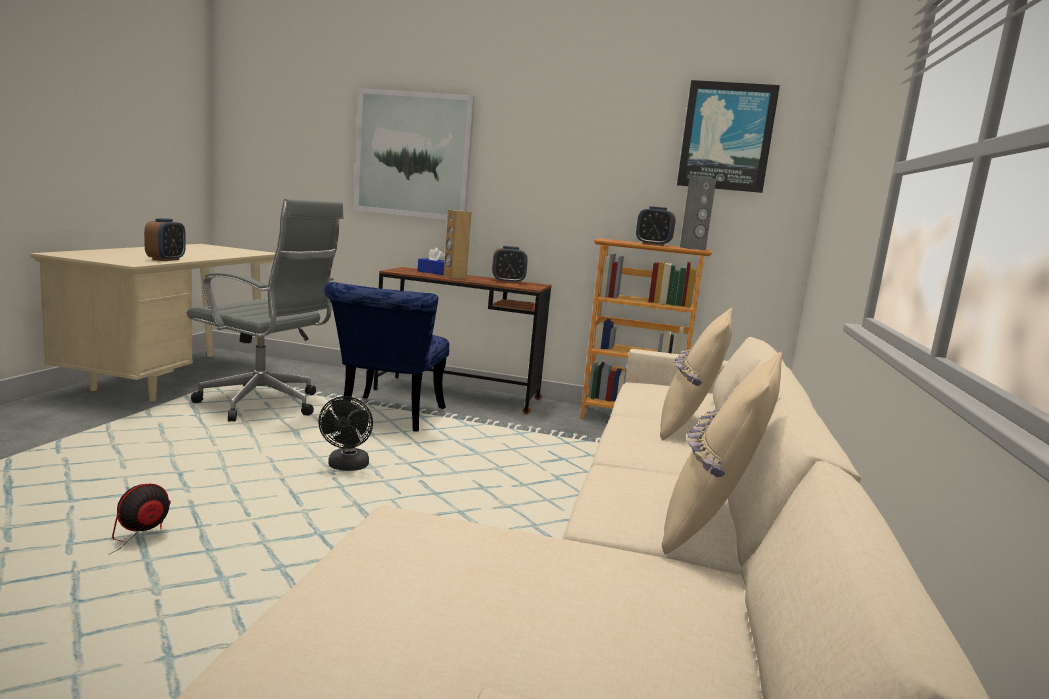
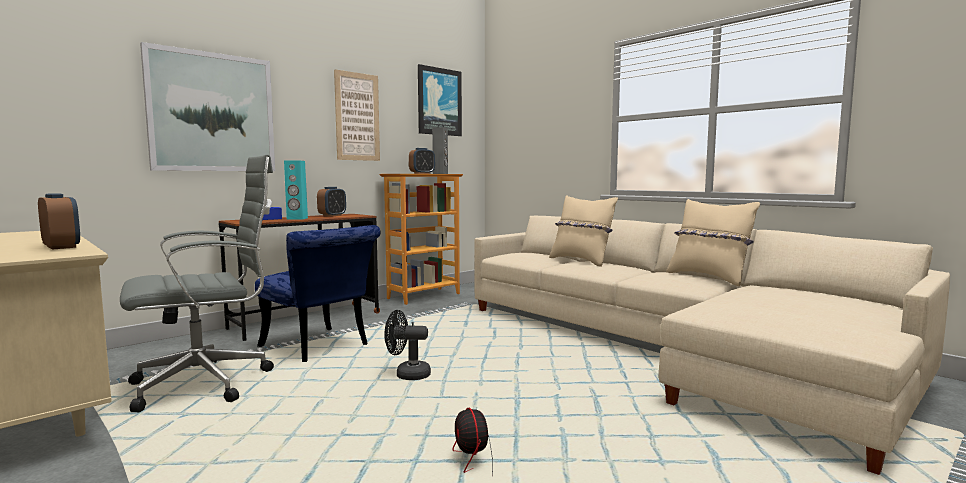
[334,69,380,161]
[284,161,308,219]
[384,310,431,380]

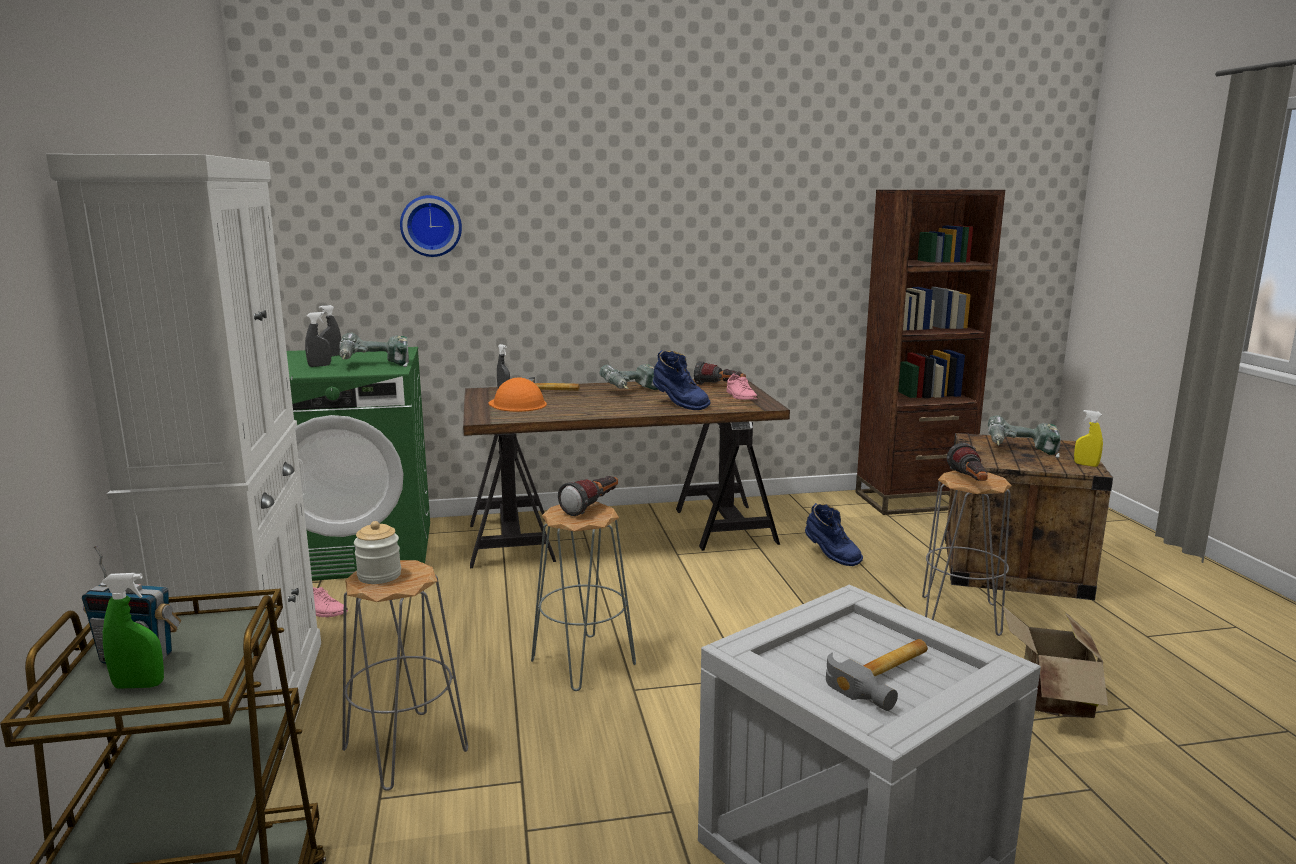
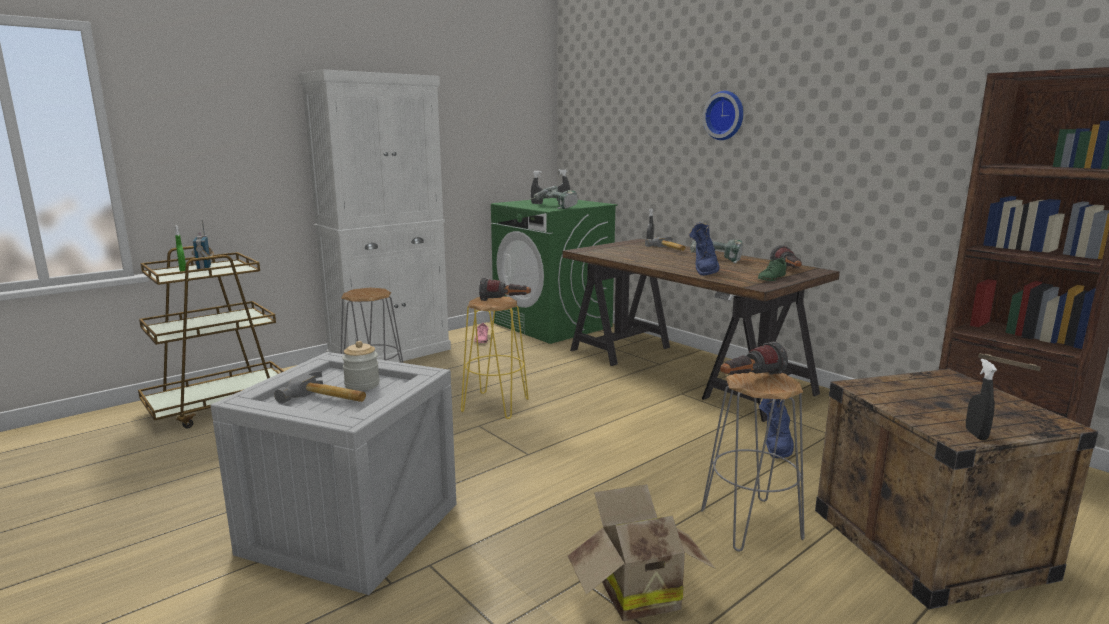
[488,378,547,412] (first image)
[988,415,1061,458] (first image)
[342,341,380,391]
[702,91,743,140]
[461,296,529,419]
[758,258,786,281]
[966,359,997,440]

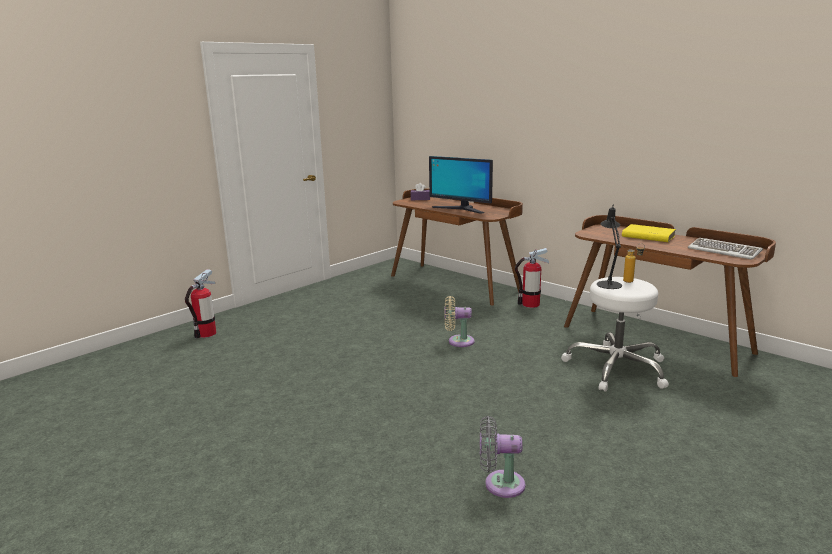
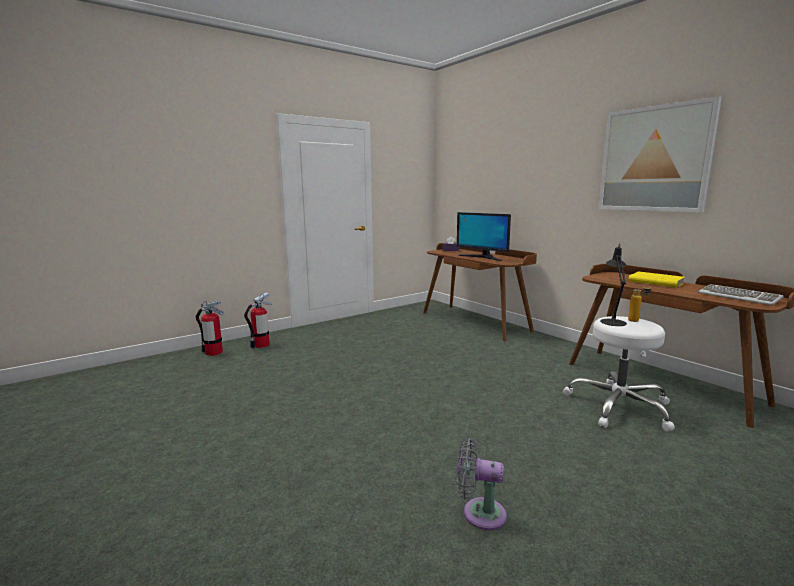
[444,296,475,347] (first image)
[598,96,722,212]
[196,300,224,356]

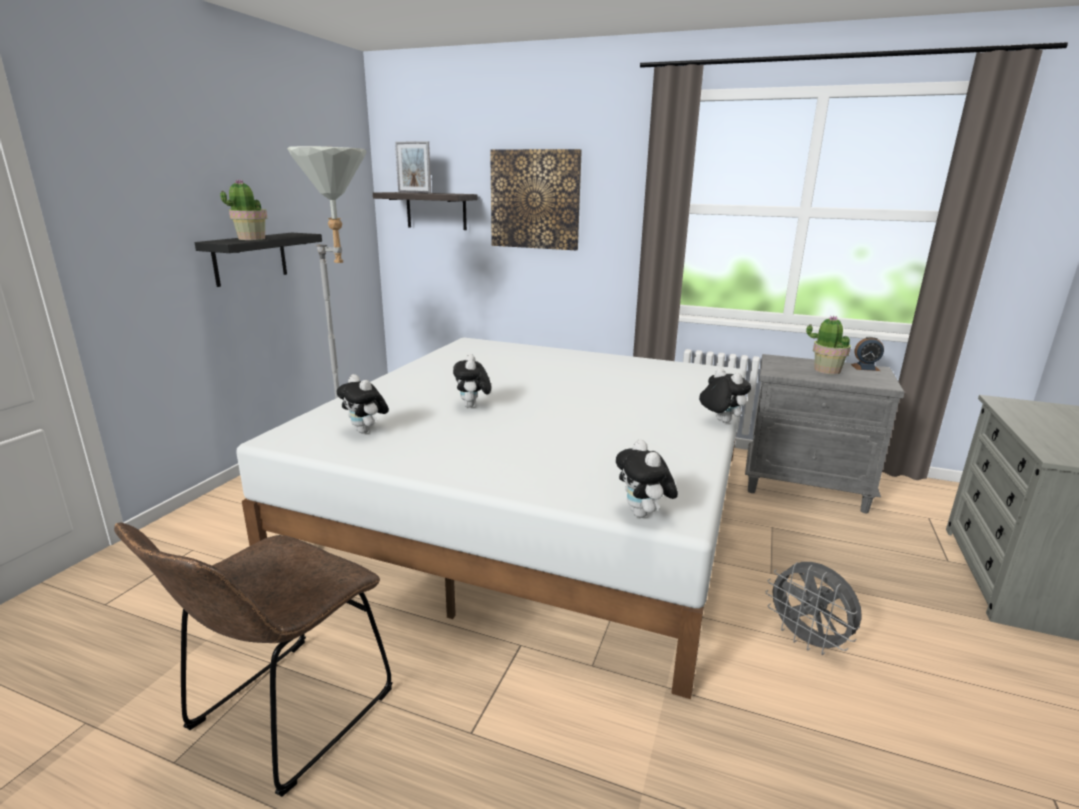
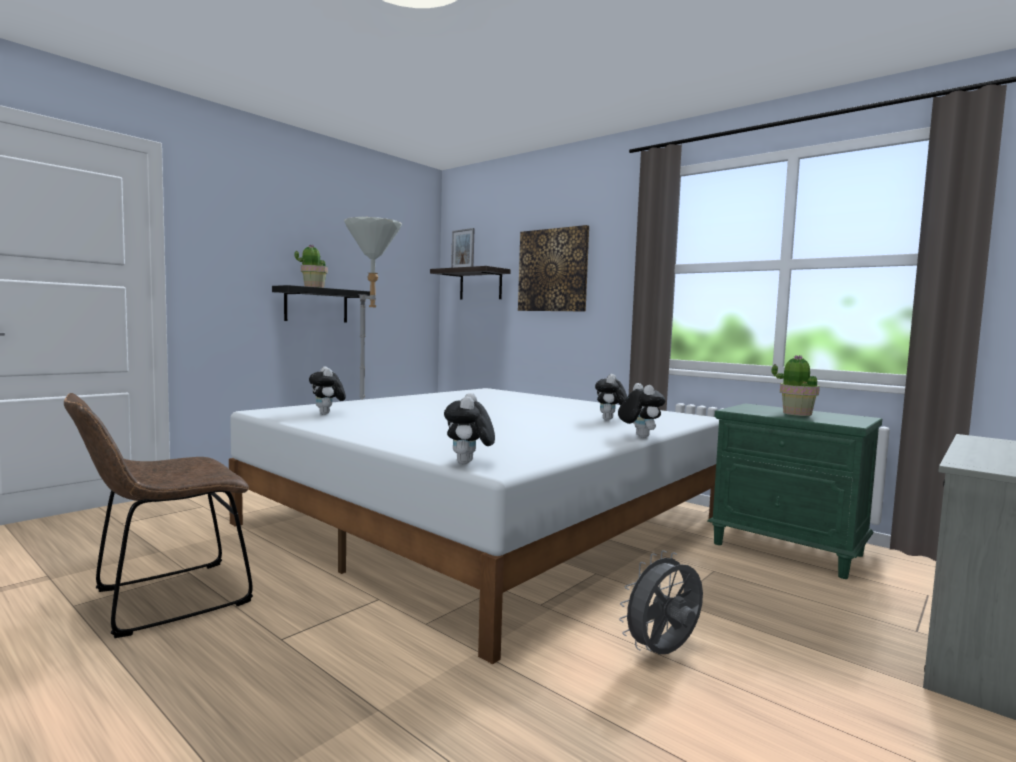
[851,336,884,371] (first image)
[595,374,627,420]
[707,403,882,579]
[619,550,703,654]

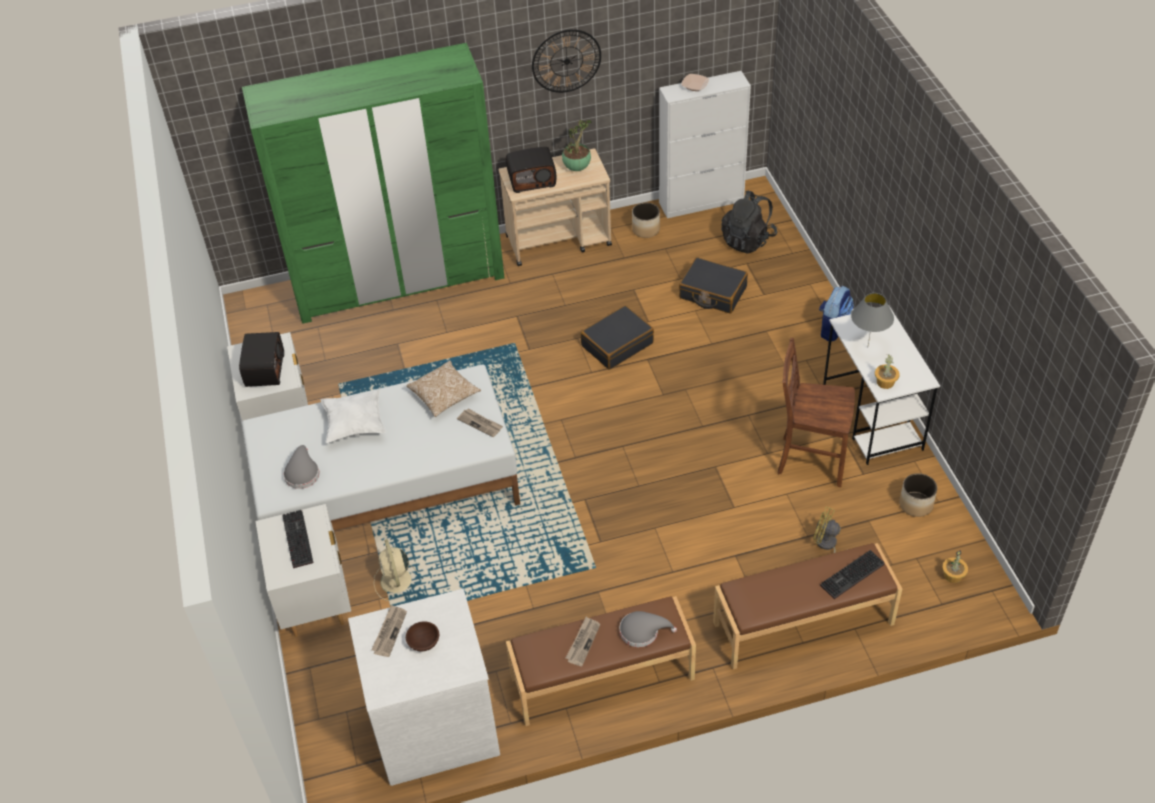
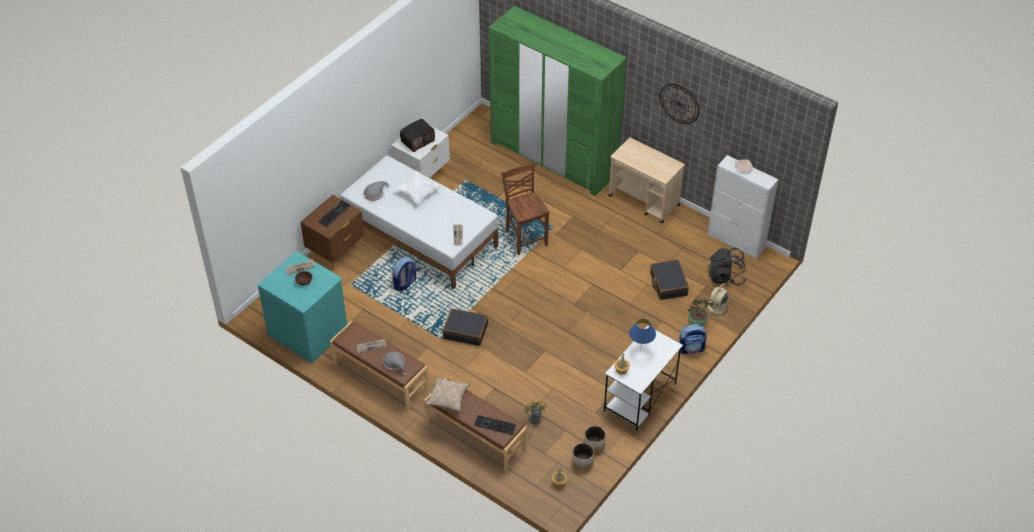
[506,147,556,193] (first image)
[392,256,416,291]
[703,283,730,319]
[426,377,470,412]
[688,299,714,326]
[443,309,488,346]
[572,443,594,471]
[501,162,550,255]
[300,195,364,270]
[257,251,347,363]
[629,319,656,345]

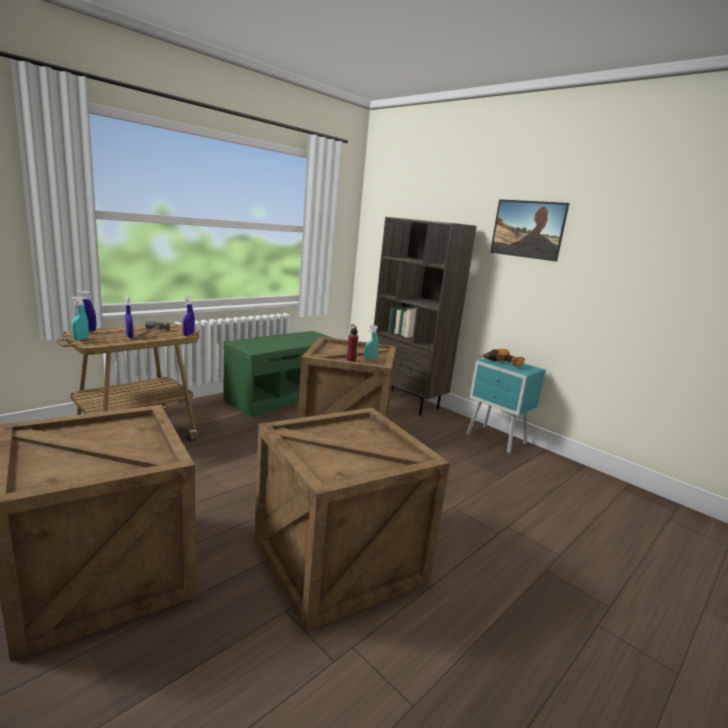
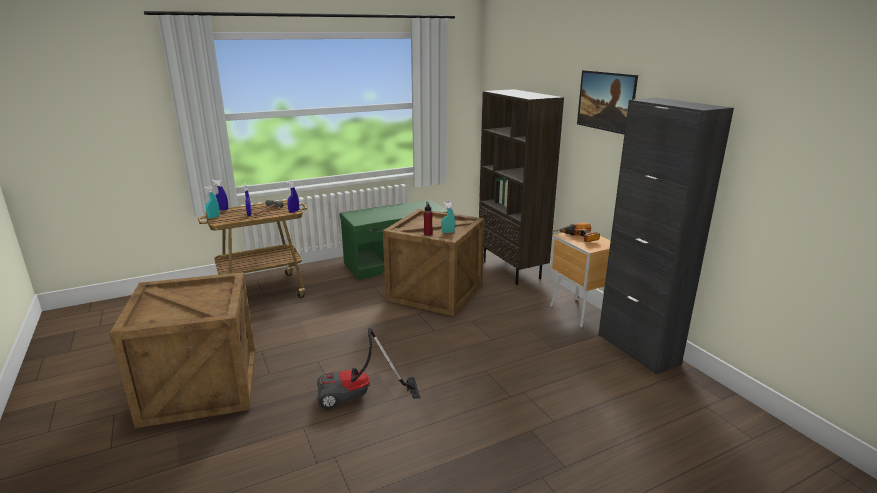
[598,98,734,374]
[317,328,420,409]
[550,233,611,327]

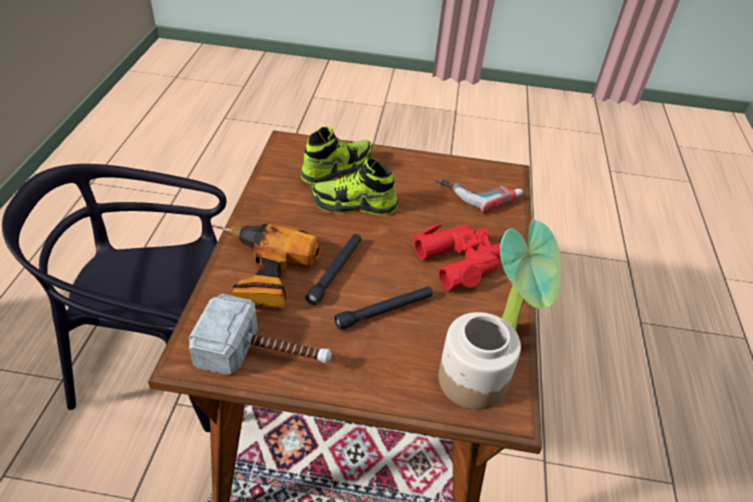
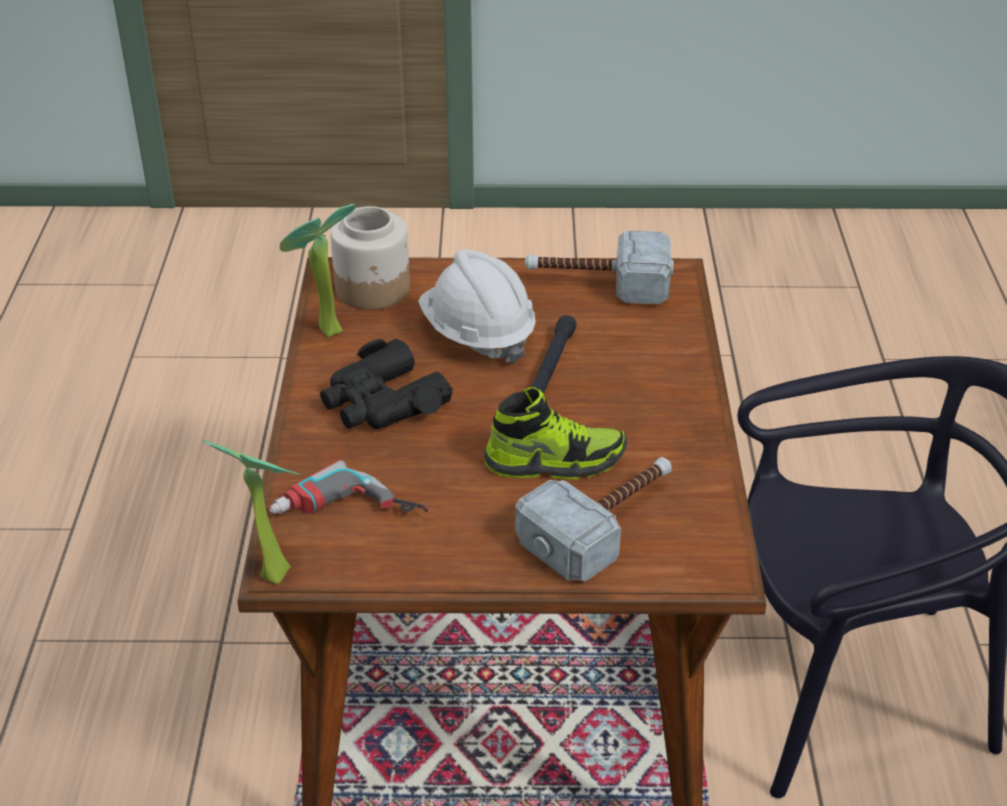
[212,224,321,308] (first image)
[203,440,301,584]
[515,457,672,581]
[418,250,536,364]
[320,339,453,429]

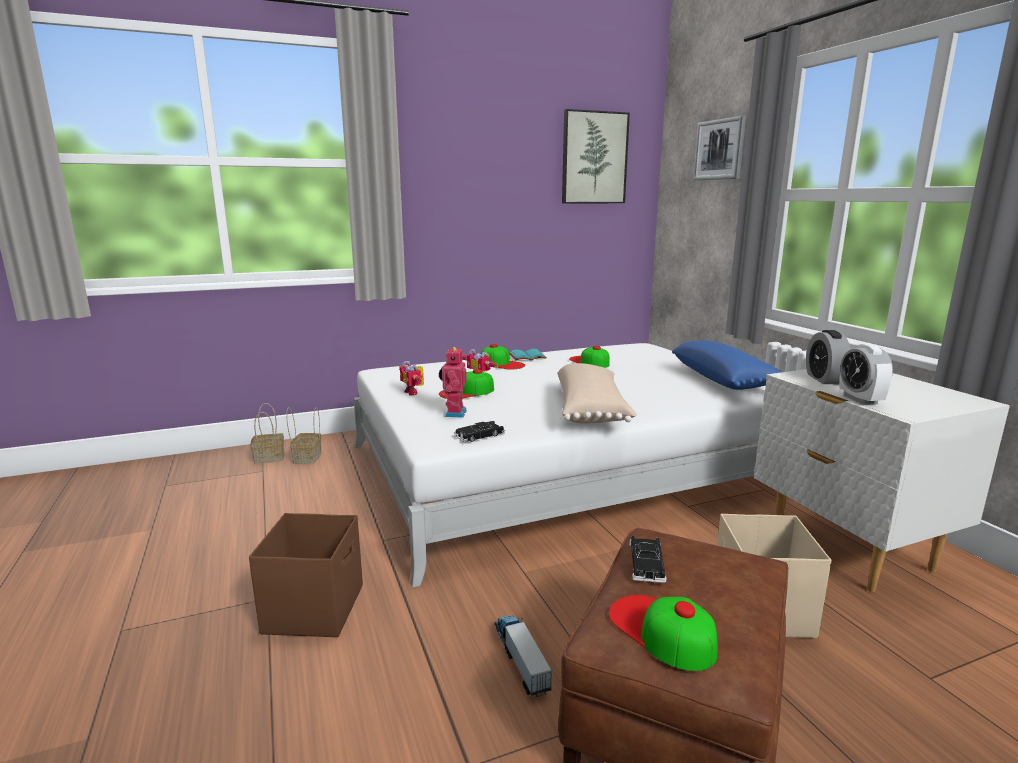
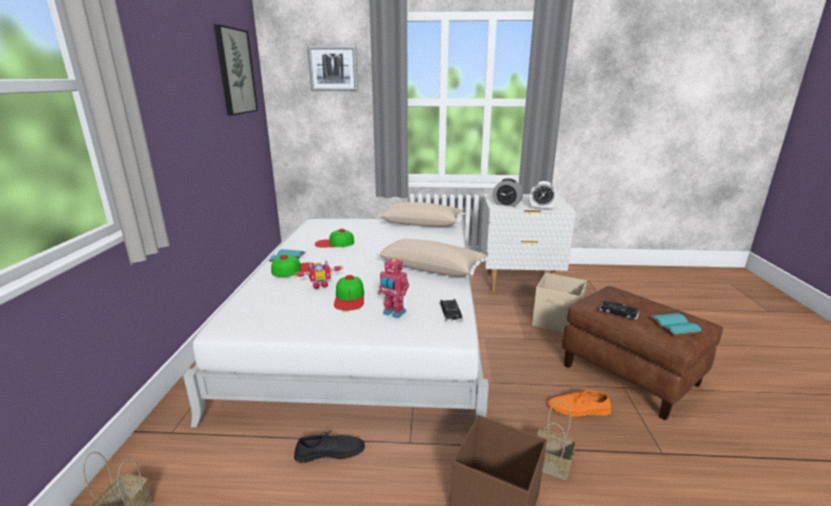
[399,361,424,395] (first image)
[294,430,365,463]
[536,400,575,480]
[547,389,612,417]
[649,313,704,337]
[378,202,465,227]

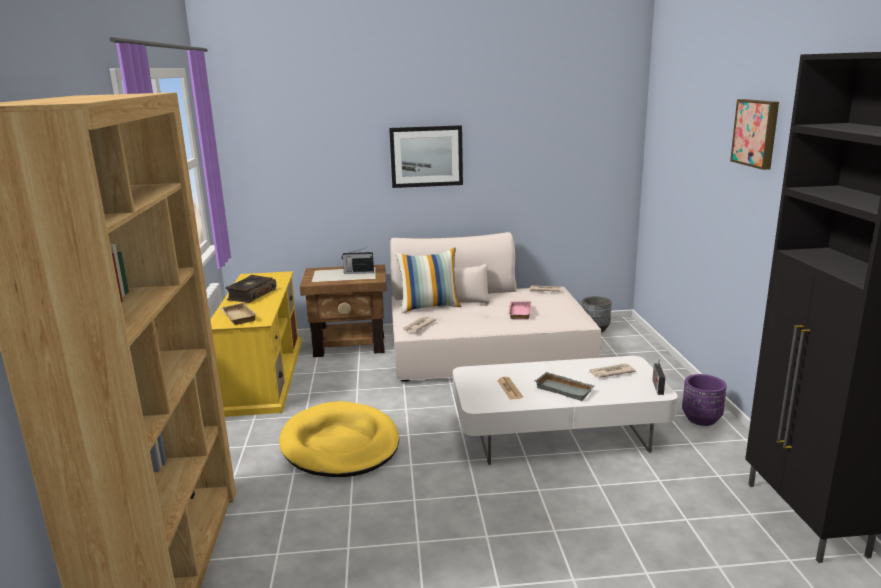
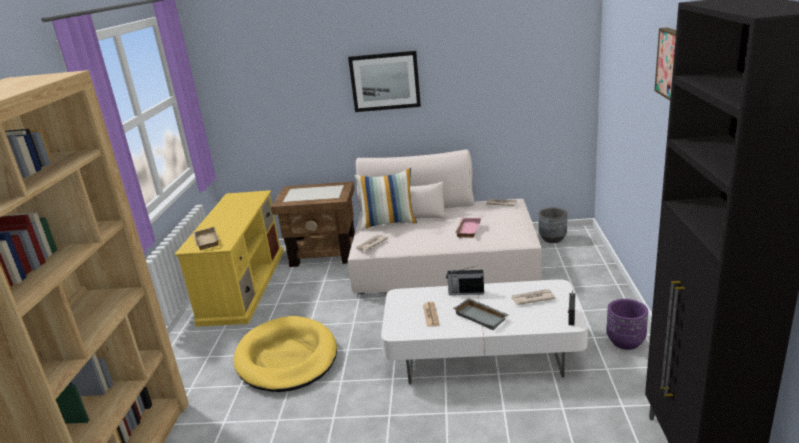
[225,275,277,303] (first image)
[446,266,484,295]

